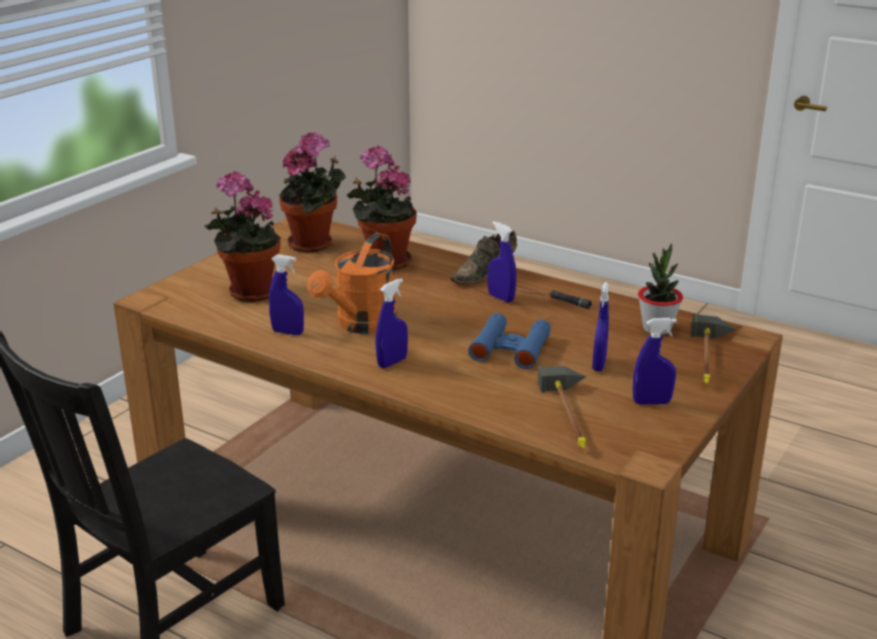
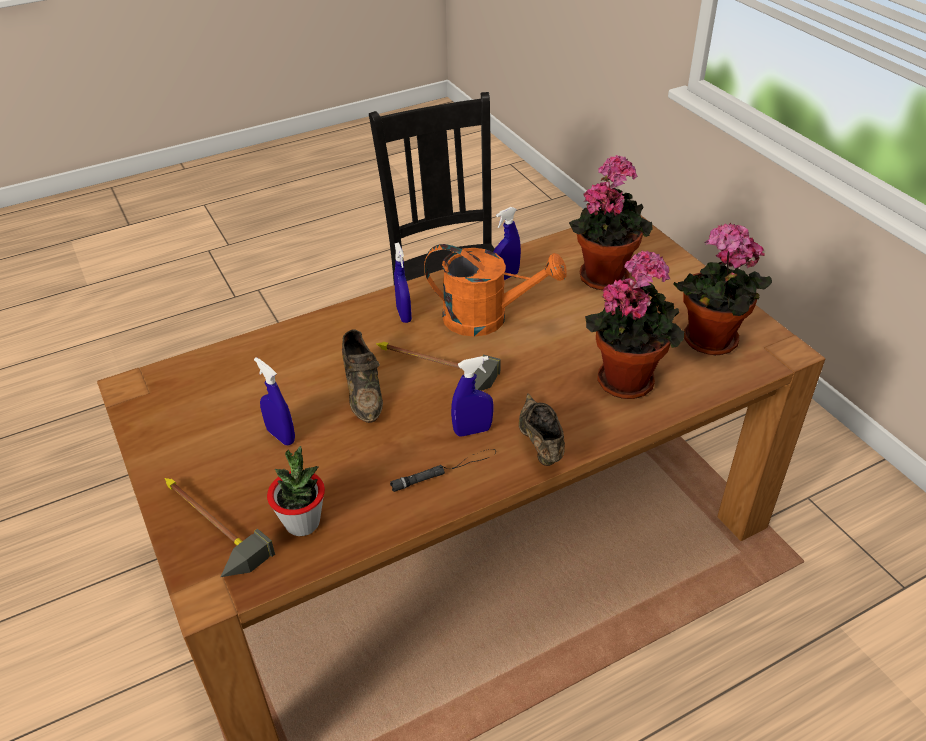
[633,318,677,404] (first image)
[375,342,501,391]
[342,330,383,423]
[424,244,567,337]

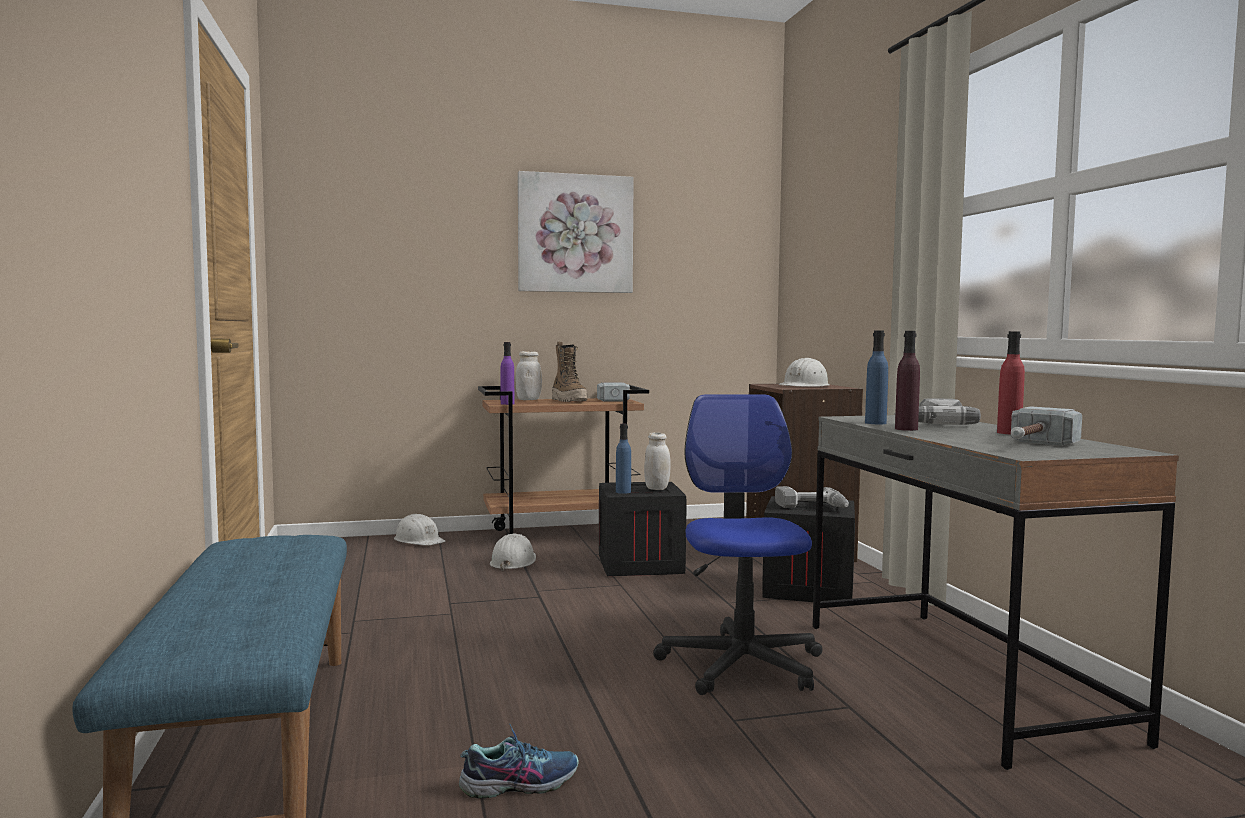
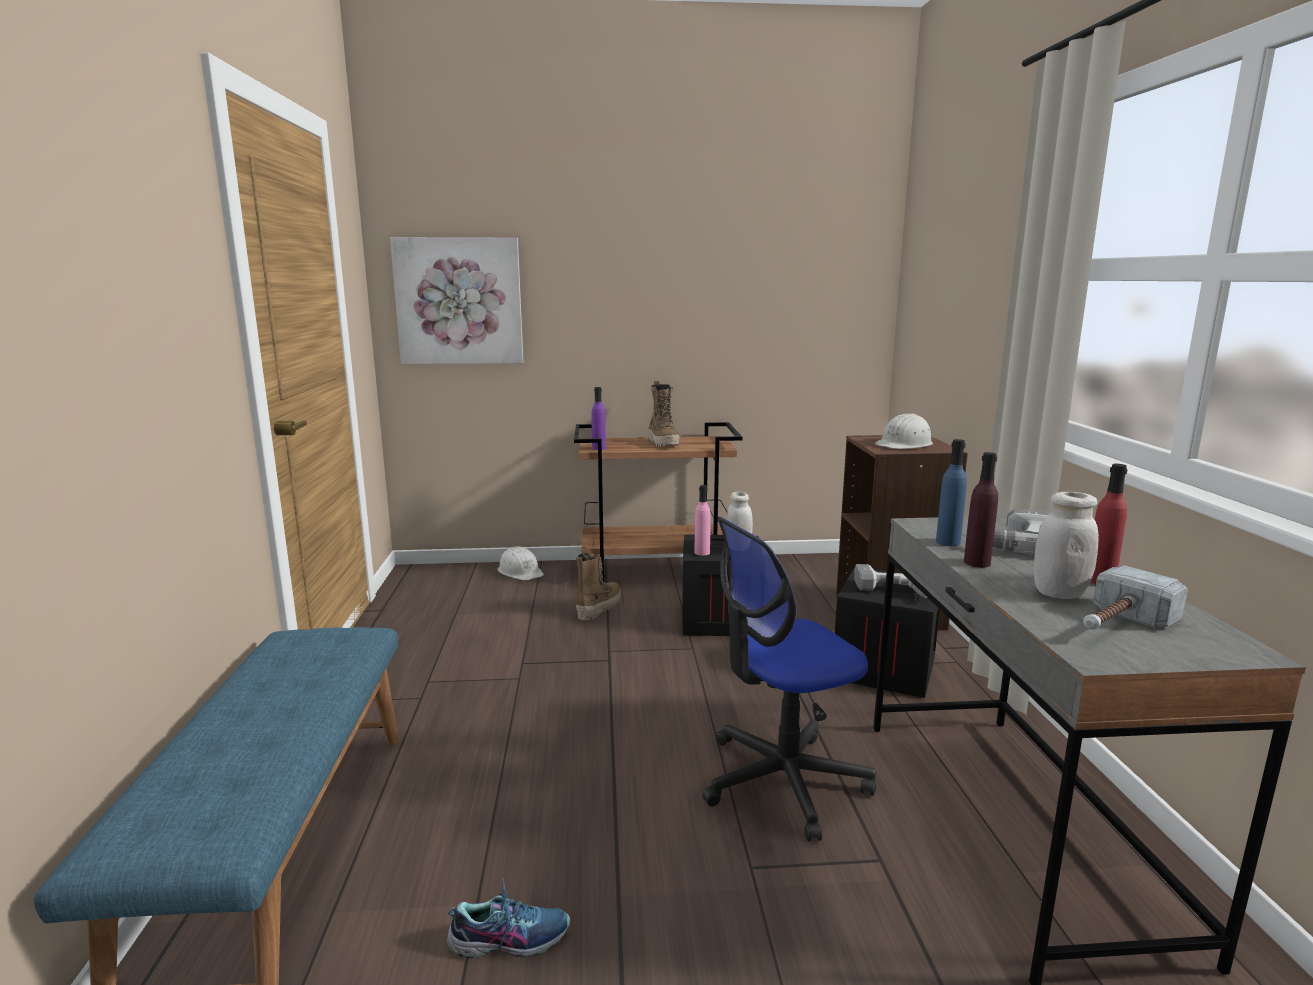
[597,382,630,402] (first image)
[1034,492,1099,599]
[390,237,523,364]
[576,553,621,620]
[694,485,711,556]
[702,516,877,842]

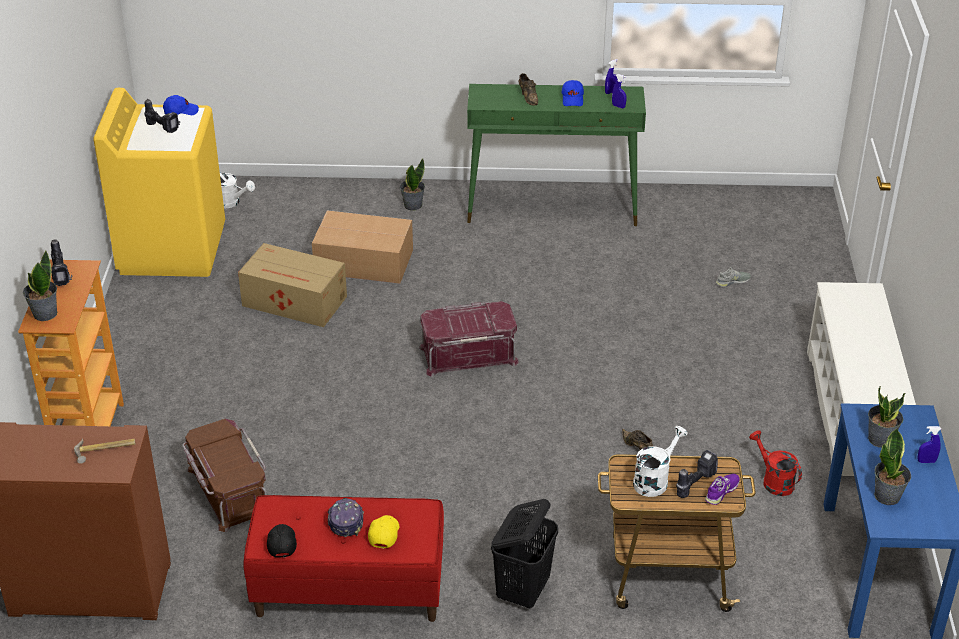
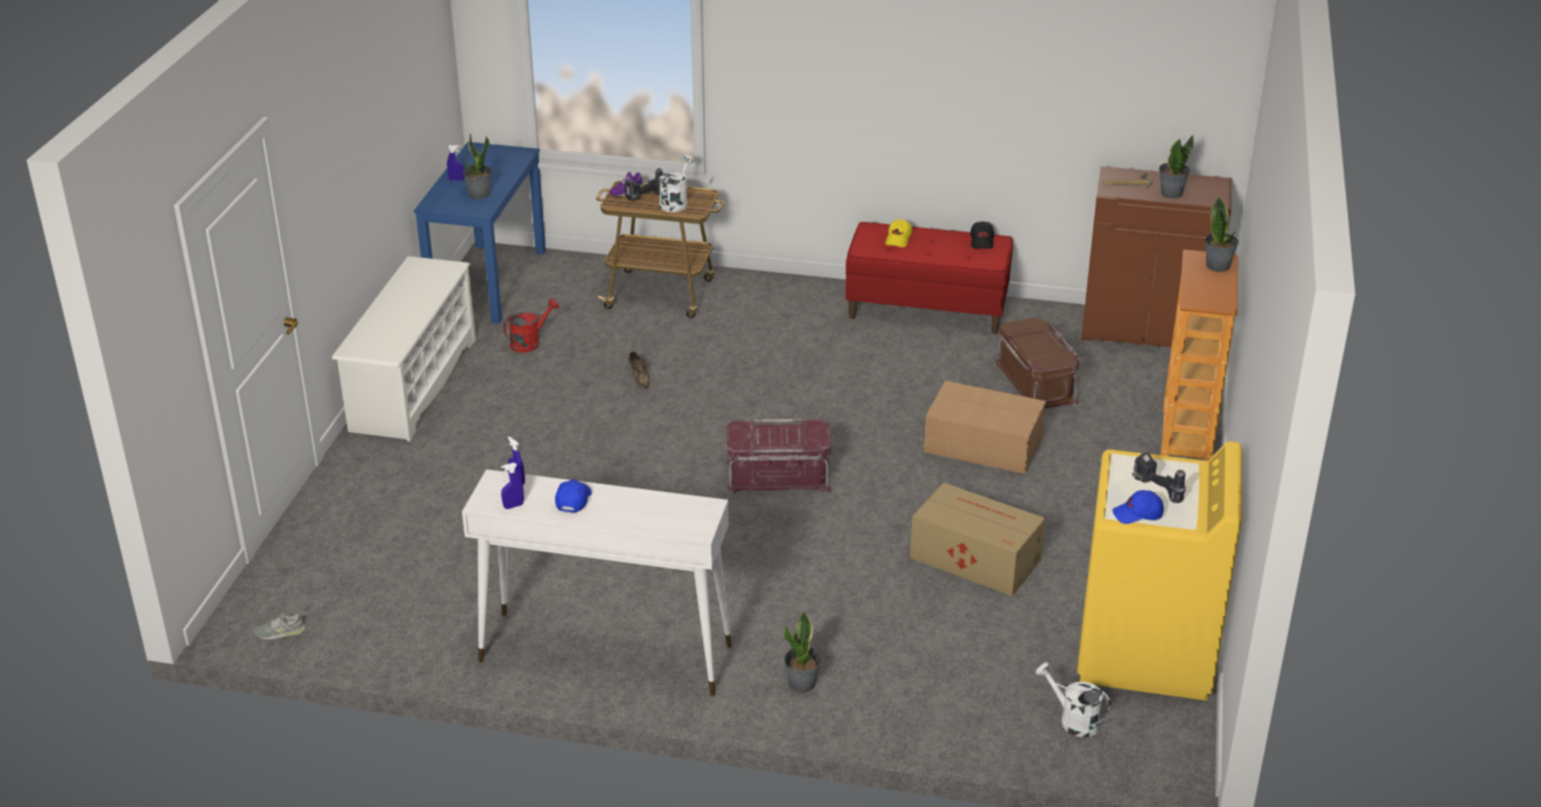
[51,239,72,286] (first image)
[328,498,364,537] (first image)
[491,499,558,608] (first image)
[519,73,538,106] (first image)
[924,381,1046,474]
[254,612,306,640]
[1159,134,1194,199]
[462,469,732,696]
[659,155,694,212]
[503,299,559,353]

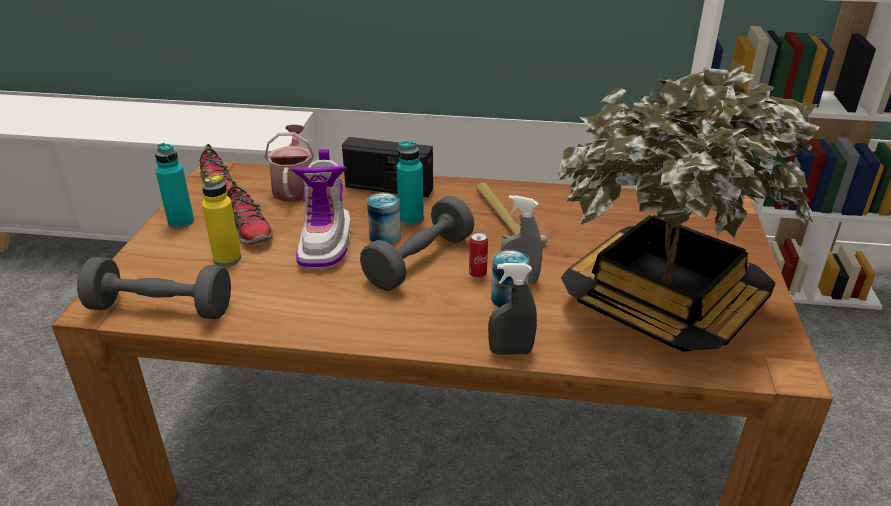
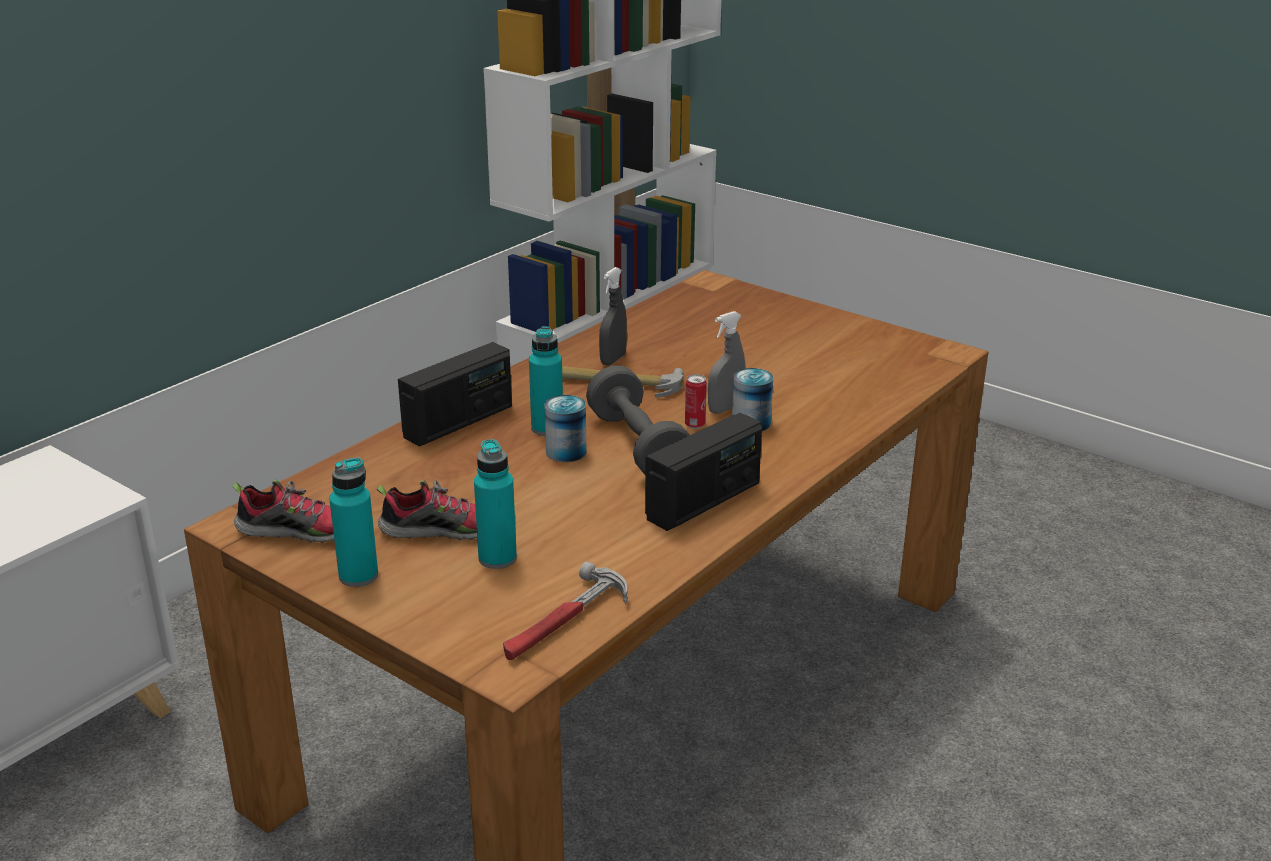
[264,124,314,202] (first image)
[291,149,351,270] (first image)
[558,62,820,352] (first image)
[645,413,762,531]
[599,267,627,365]
[503,562,628,660]
[474,439,517,569]

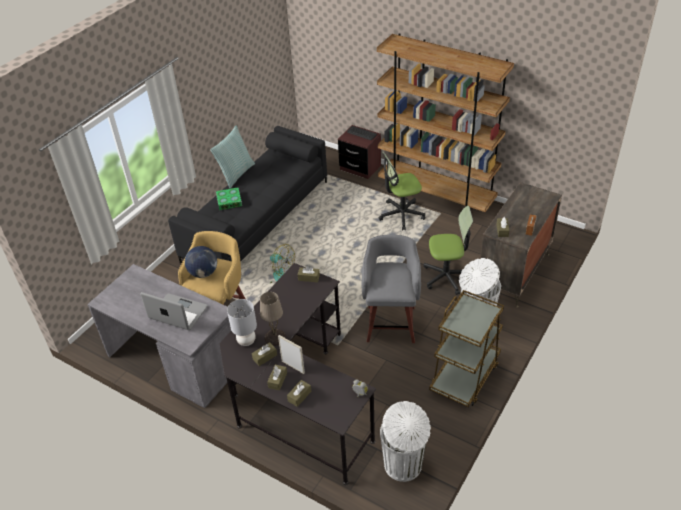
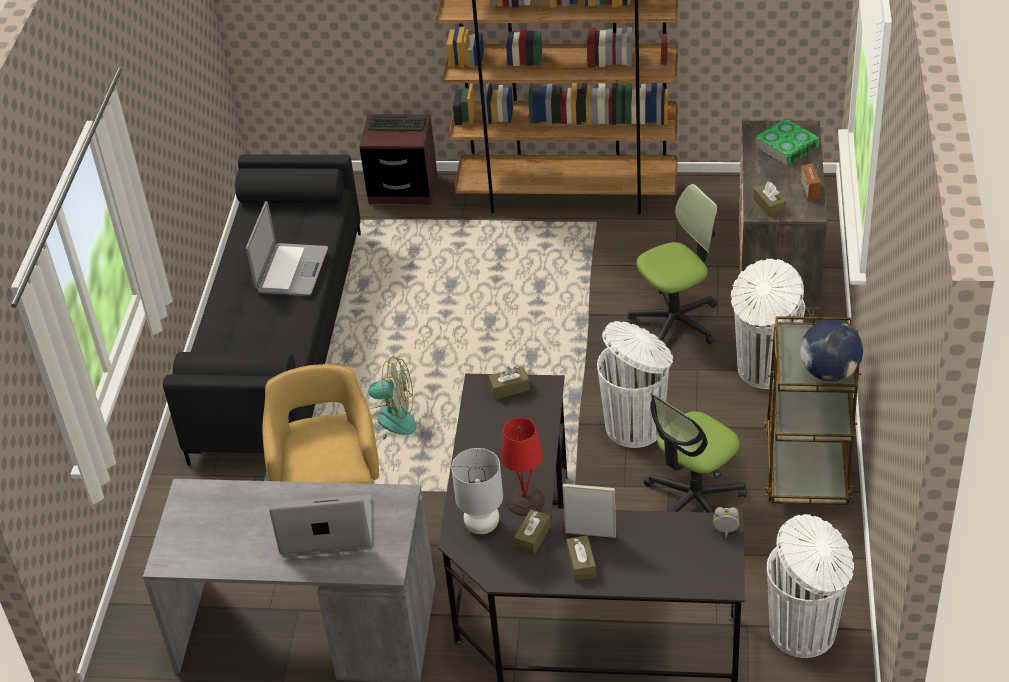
[210,125,255,188] (first image)
[287,380,311,407] (first image)
[246,201,328,296]
[800,320,863,381]
[755,118,819,166]
[644,393,747,513]
[597,321,673,448]
[501,418,545,516]

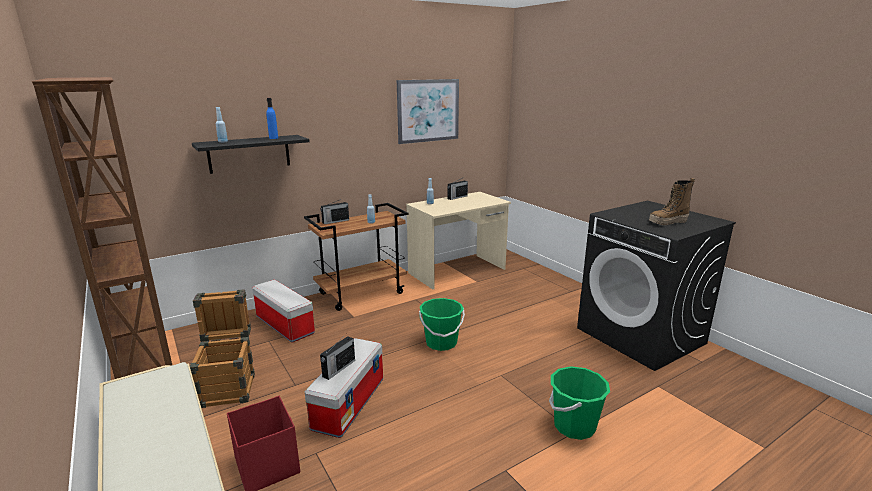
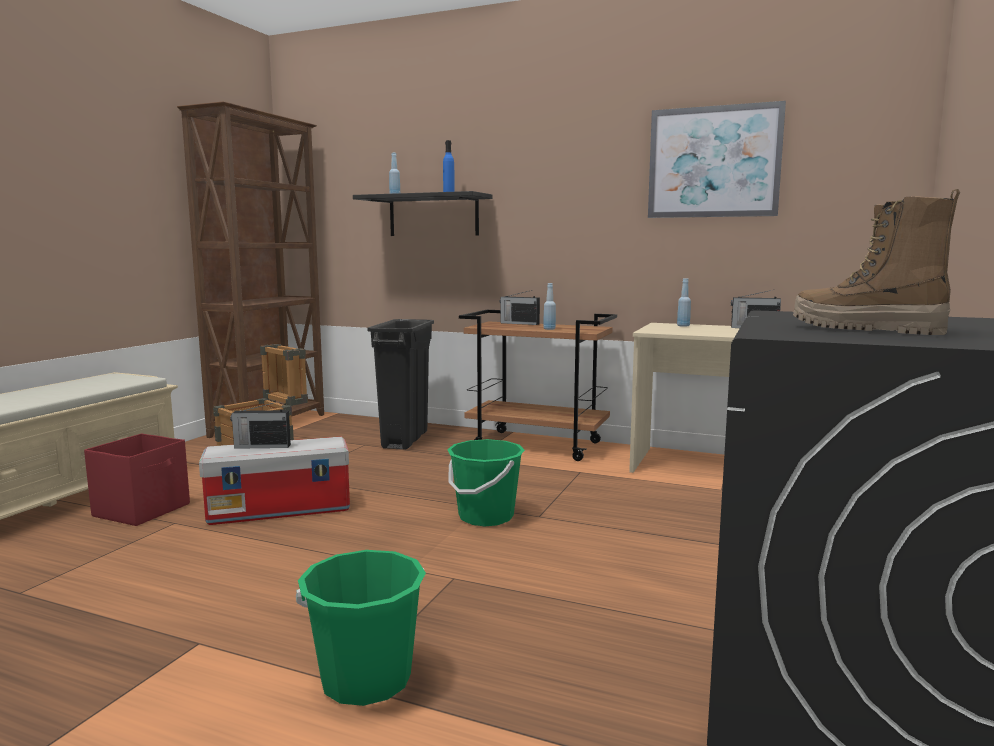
[367,319,434,450]

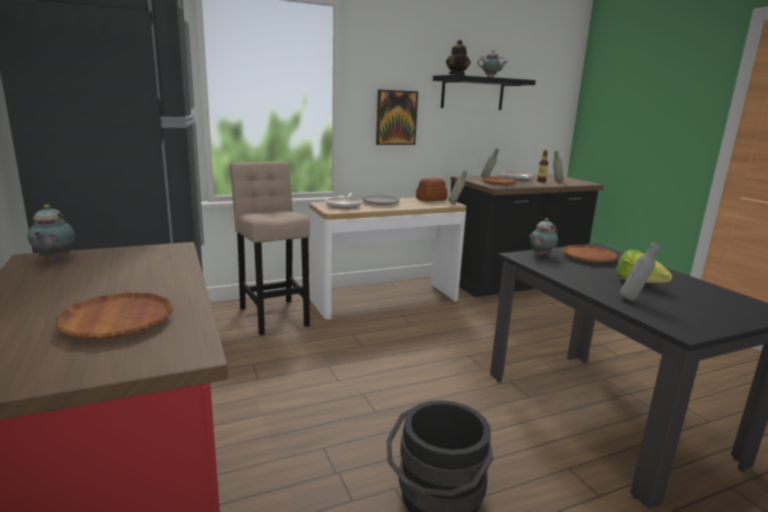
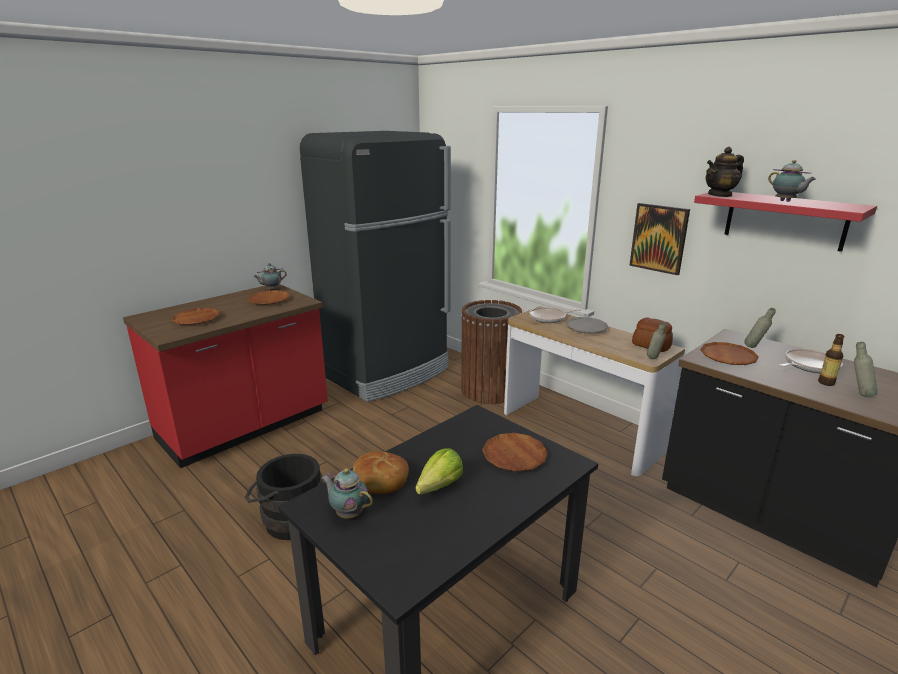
[248,290,290,305]
[322,468,373,519]
[461,300,522,404]
[353,451,409,494]
[694,192,877,252]

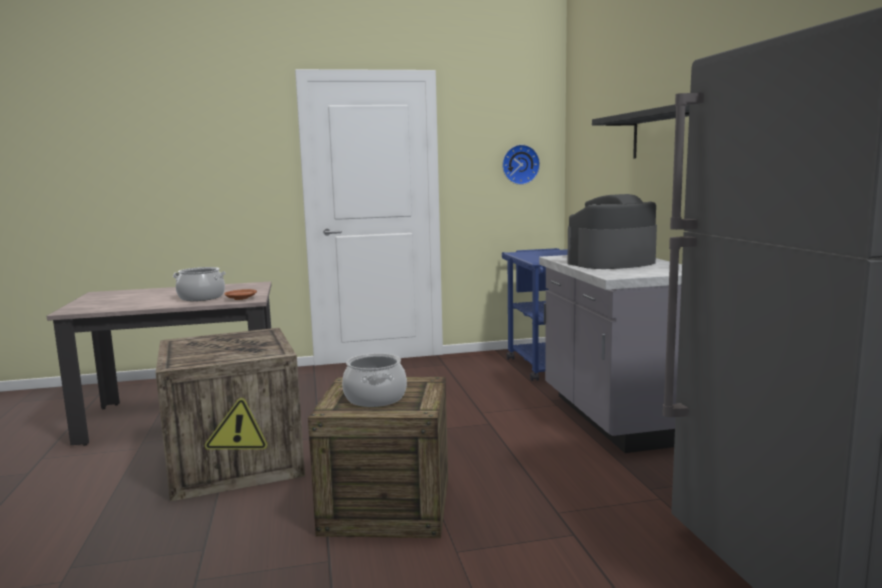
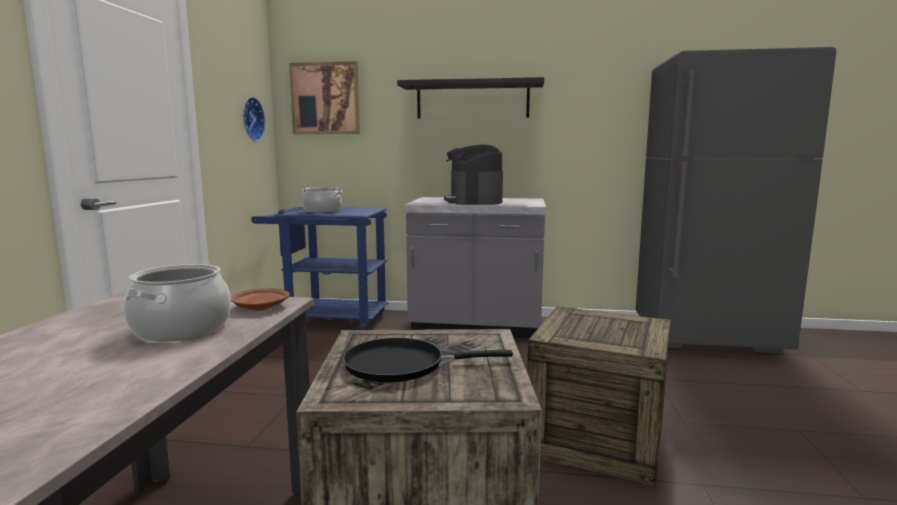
[289,61,360,134]
[343,338,513,382]
[301,187,343,213]

